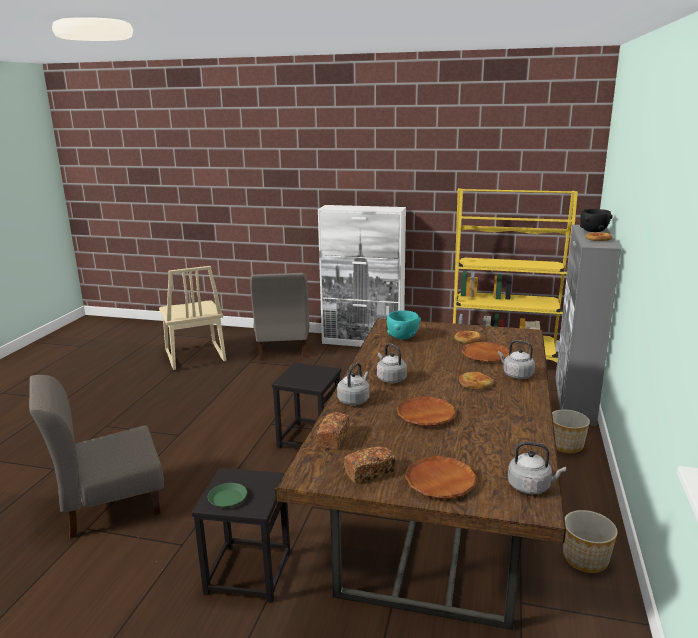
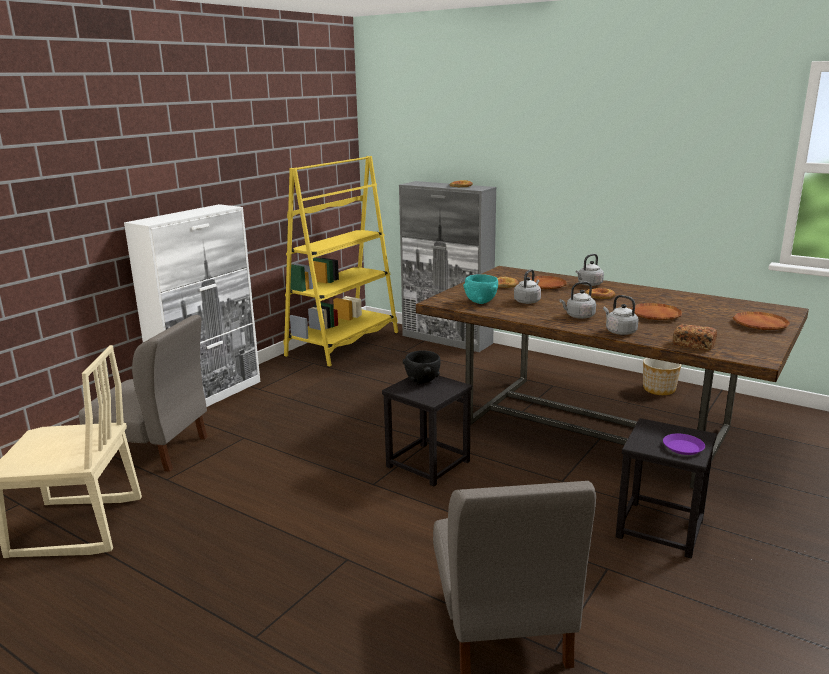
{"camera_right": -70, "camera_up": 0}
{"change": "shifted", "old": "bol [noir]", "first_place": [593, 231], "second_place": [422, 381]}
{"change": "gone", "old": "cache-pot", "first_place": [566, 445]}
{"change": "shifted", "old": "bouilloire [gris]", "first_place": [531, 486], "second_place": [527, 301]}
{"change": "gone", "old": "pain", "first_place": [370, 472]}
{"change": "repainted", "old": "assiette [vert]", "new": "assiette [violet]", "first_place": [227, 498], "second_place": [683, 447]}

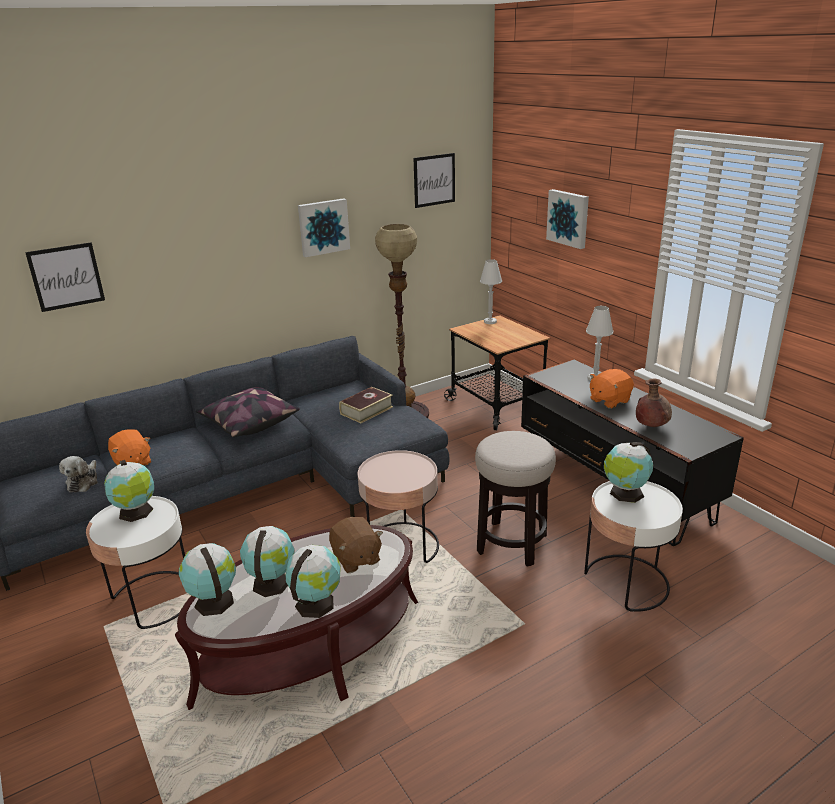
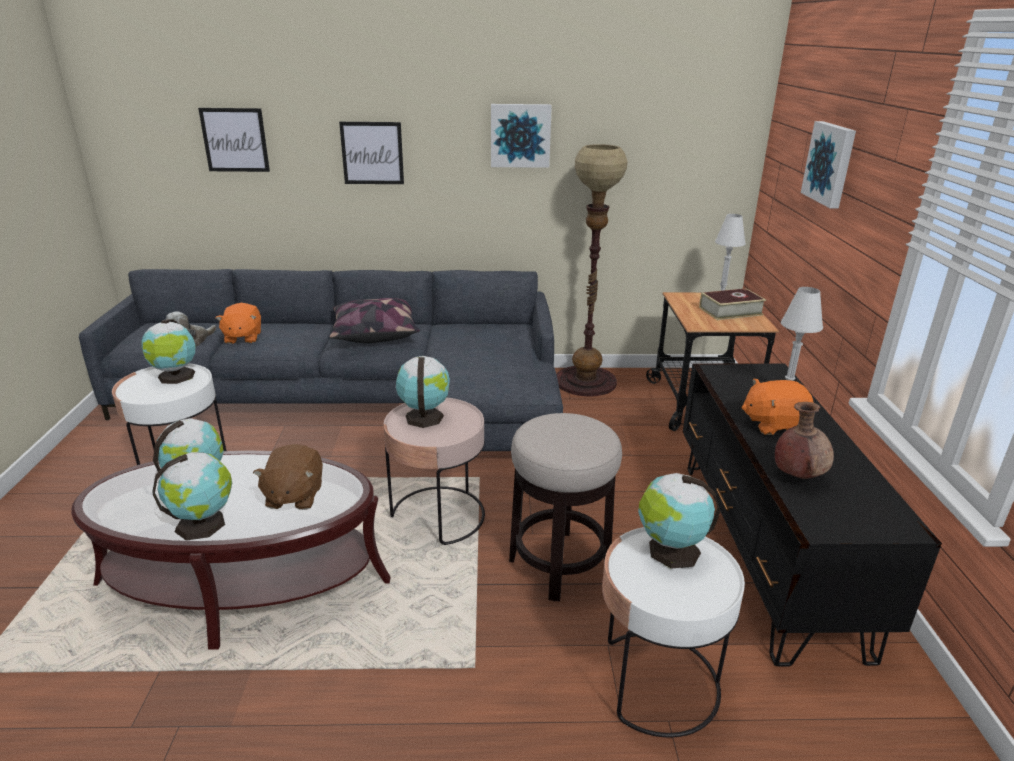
{"camera_right": 30, "camera_up": 0}
{"change": "shifted", "old": "tableau", "first_place": [434, 180], "second_place": [372, 153]}
{"change": "shifted", "old": "livre", "first_place": [366, 410], "second_place": [730, 311]}
{"change": "shifted", "old": "globe", "first_place": [213, 601], "second_place": [424, 416]}

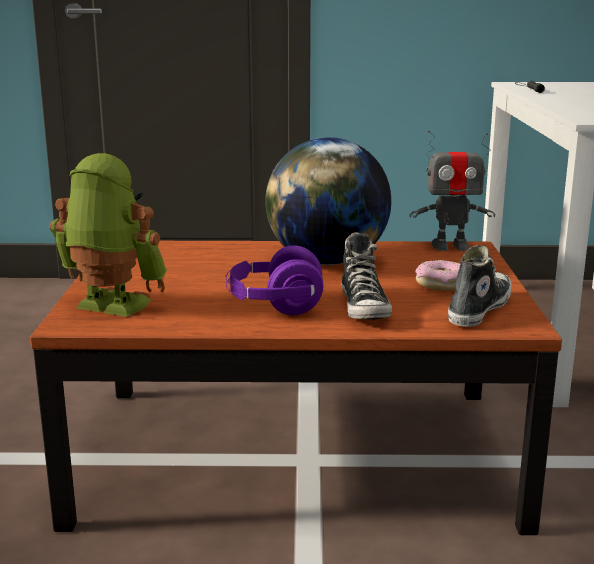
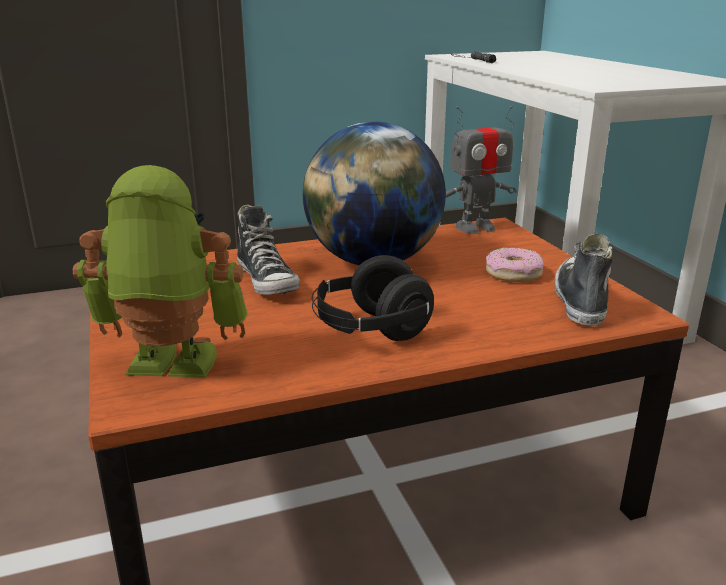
{"camera_right": -20, "camera_up": 5}
{"change": "shifted", "old": "chaussure", "first_place": [364, 308], "second_place": [267, 281]}
{"change": "repainted", "old": "casque audio [violet]", "new": "casque audio [noir]", "first_place": [274, 306], "second_place": [370, 330]}

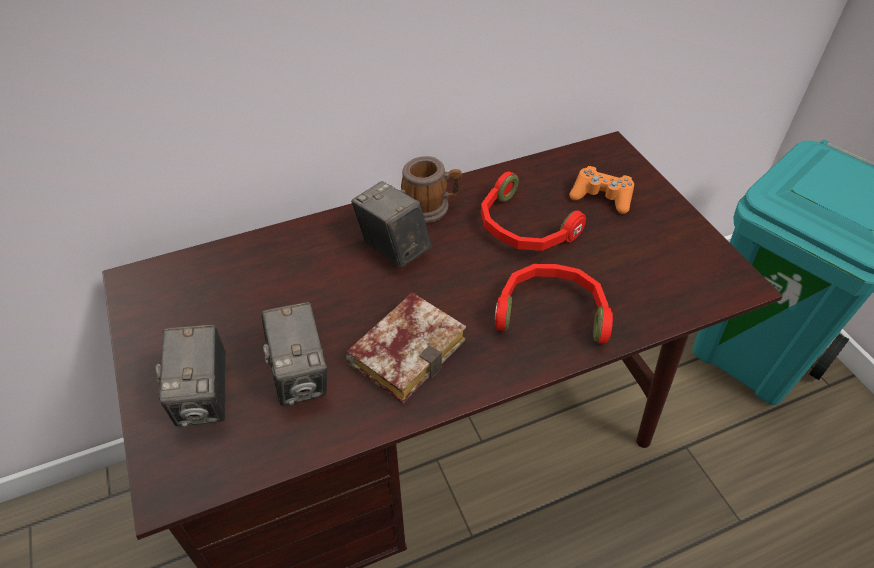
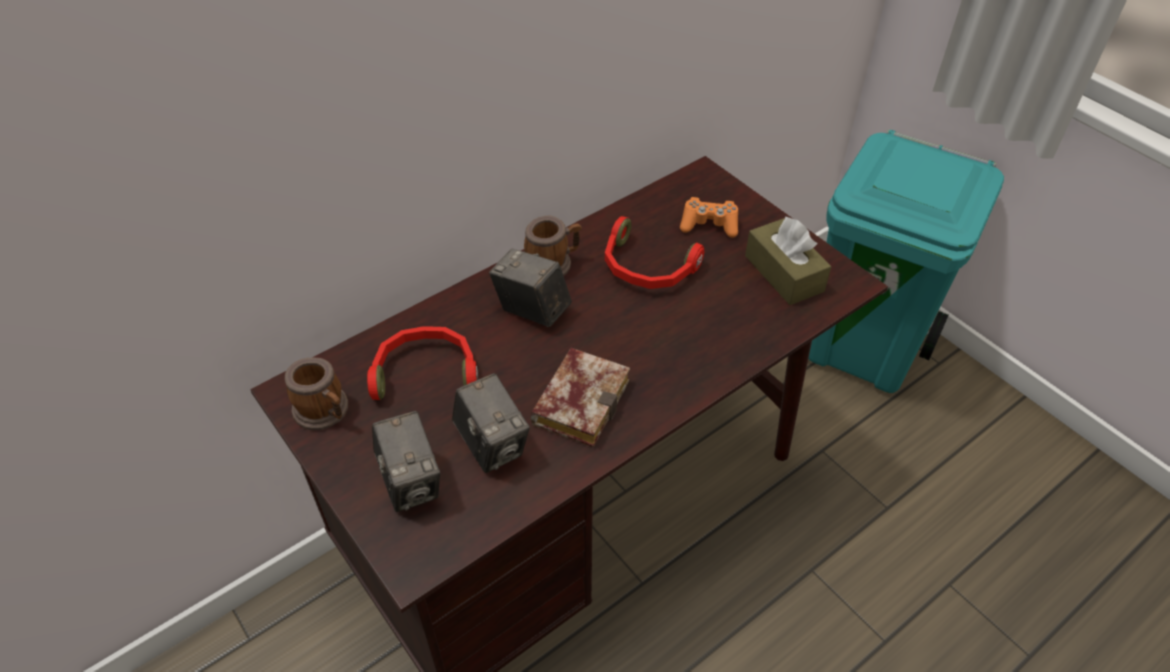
{"camera_right": -15, "camera_up": 0}
{"change": "shifted", "old": "casque audio [rouge]", "first_place": [551, 311], "second_place": [425, 371]}
{"change": "new", "new": "boîte à mouchoirs [marron]", "second_place": [784, 273]}
{"change": "new", "new": "mug", "second_place": [325, 412]}

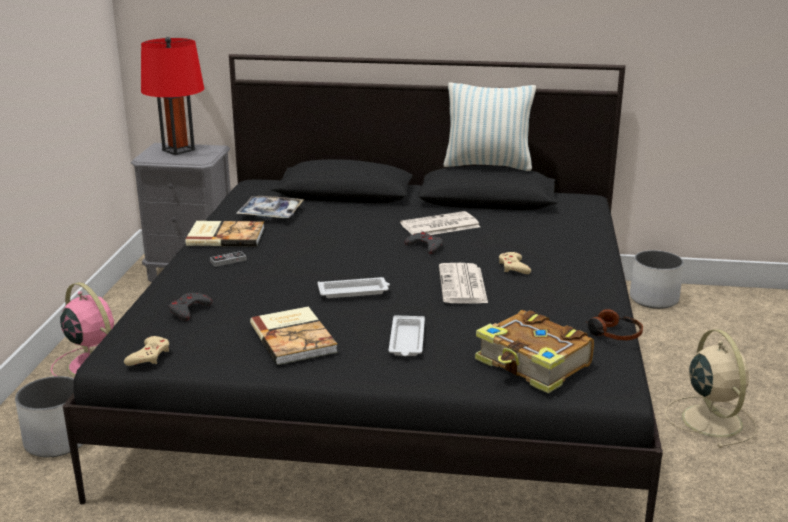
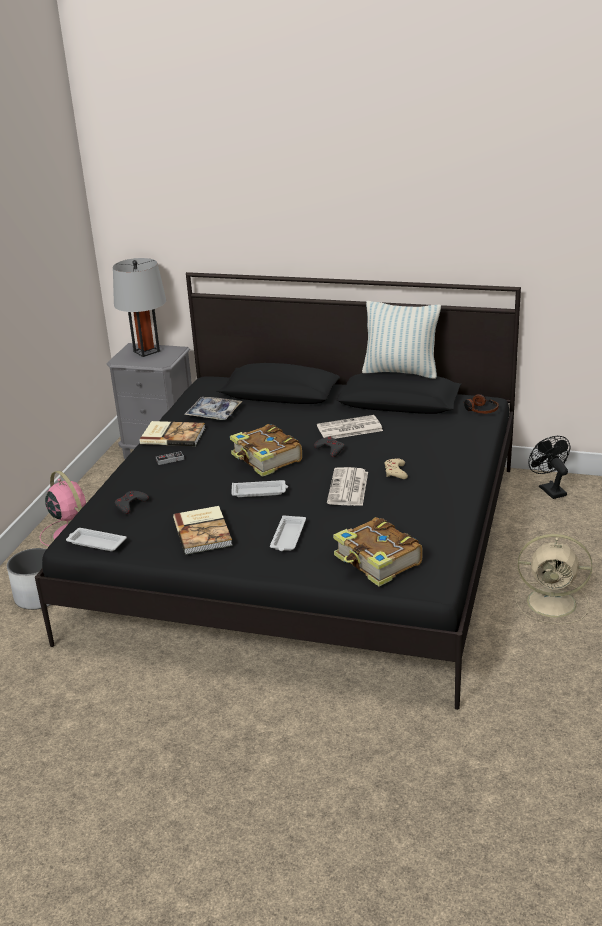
{"camera_right": 10, "camera_up": 5}
{"change": "repainted", "old": "lampe de table [rouge]", "new": "lampe de table [gris]", "first_place": [178, 150], "second_place": [146, 351]}
{"change": "swapped", "old": "cache-pot [blanc]", "new": "ventilateur [noir]", "first_place": [653, 299], "second_place": [549, 489]}
{"change": "shifted", "old": "casque audio", "first_place": [613, 333], "second_place": [480, 410]}
{"change": "rotated", "old": "ventilateur [beige]", "first_place": [710, 419], "second_place": [554, 603], "degrees": 105}
{"change": "swapped", "old": "manette [beige]", "new": "plateau [blanc]", "first_place": [149, 356], "second_place": [95, 543]}
{"change": "new", "new": "livre", "second_place": [266, 459]}

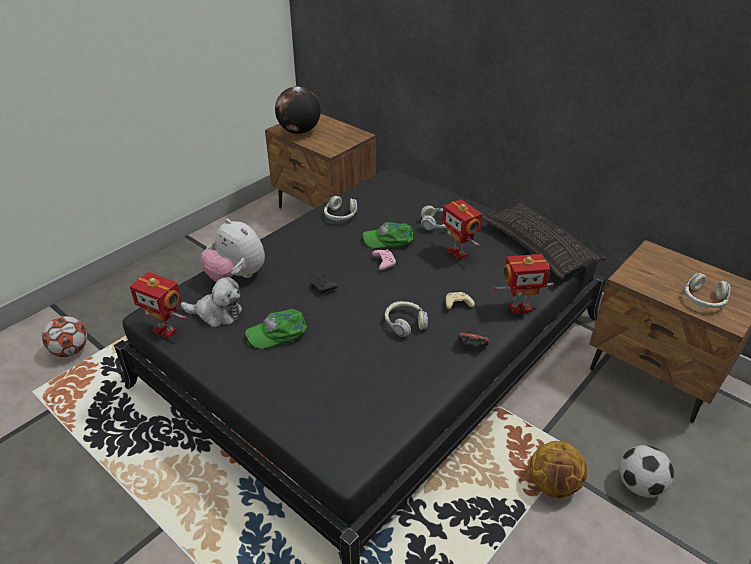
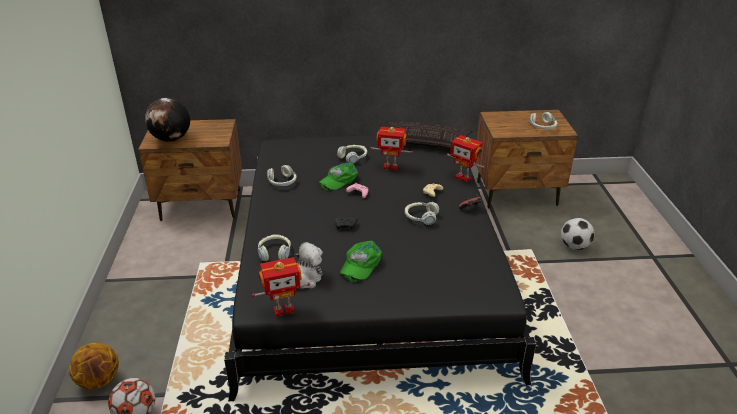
{"camera_right": -45, "camera_up": -5}
{"change": "swapped", "old": "peluche", "new": "casque audio", "first_place": [236, 276], "second_place": [274, 252]}
{"change": "rotated", "old": "robot jouet", "first_place": [520, 307], "second_place": [463, 177], "degrees": 90}
{"change": "shifted", "old": "ballon de basket", "first_place": [554, 485], "second_place": [99, 380]}

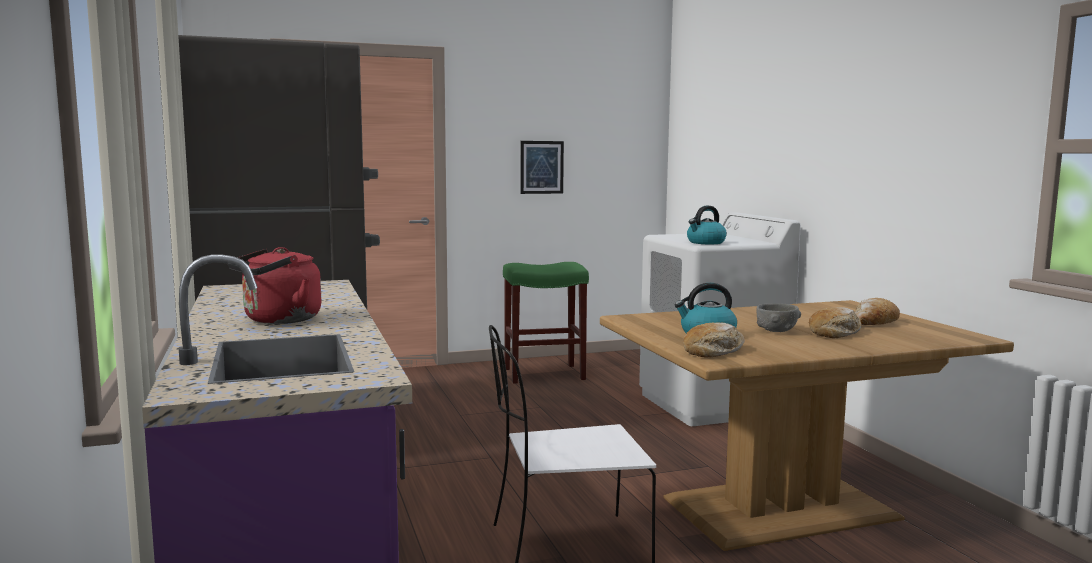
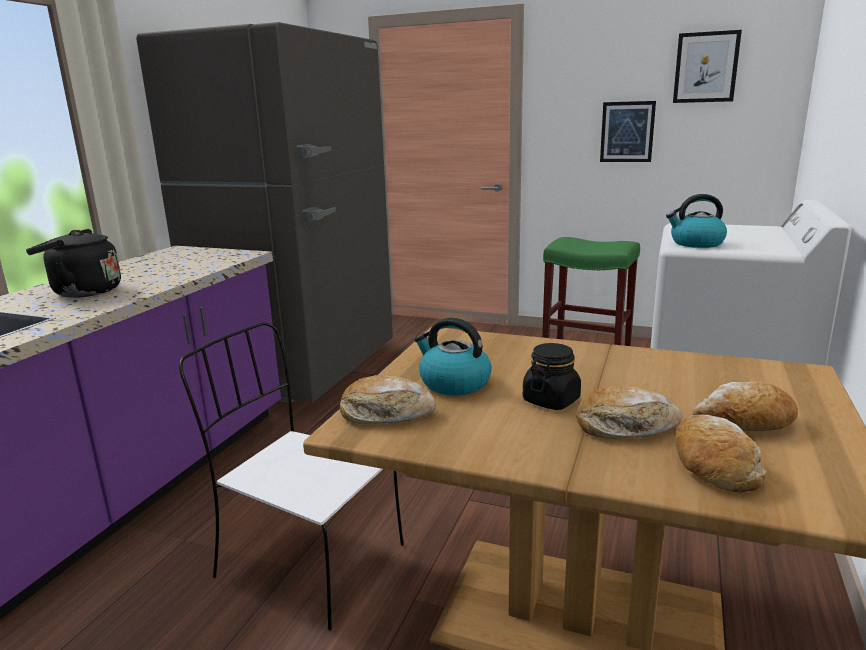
{"camera_right": 40, "camera_up": 10}
{"change": "repainted", "old": "bouilloire [rouge]", "new": "bouilloire [noir]", "first_place": [278, 320], "second_place": [82, 292]}
{"change": "swapped", "old": "bol [gris]", "new": "bocal [noir]", "first_place": [776, 331], "second_place": [551, 400]}
{"change": "new", "new": "tableau", "second_place": [706, 67]}
{"change": "new", "new": "pain", "second_place": [713, 465]}

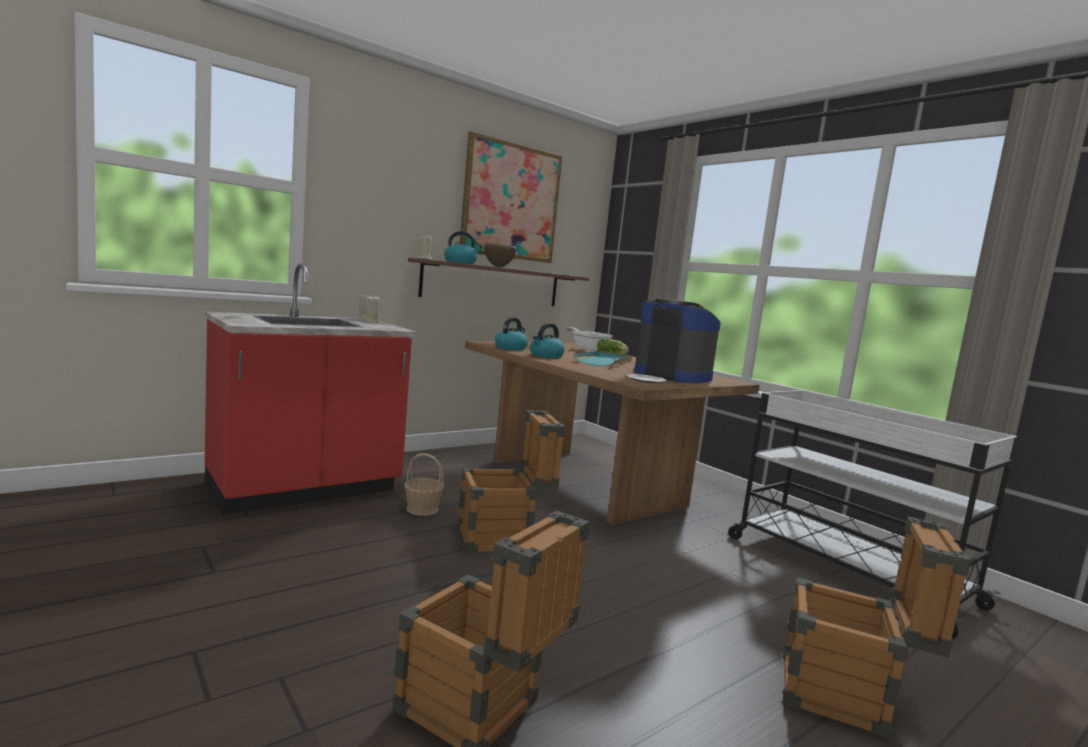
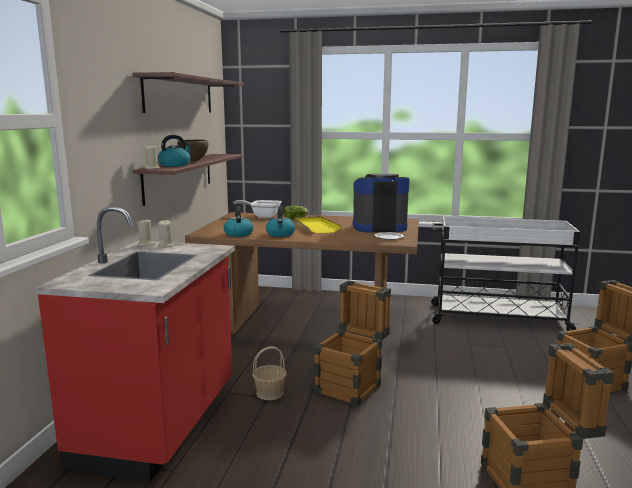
{"camera_right": -40, "camera_up": 5}
{"change": "swapped", "old": "tableau", "new": "étagère", "first_place": [511, 201], "second_place": [180, 95]}
{"change": "repainted", "old": "plateau [turquoise]", "new": "plateau [jaune]", "first_place": [604, 361], "second_place": [316, 227]}

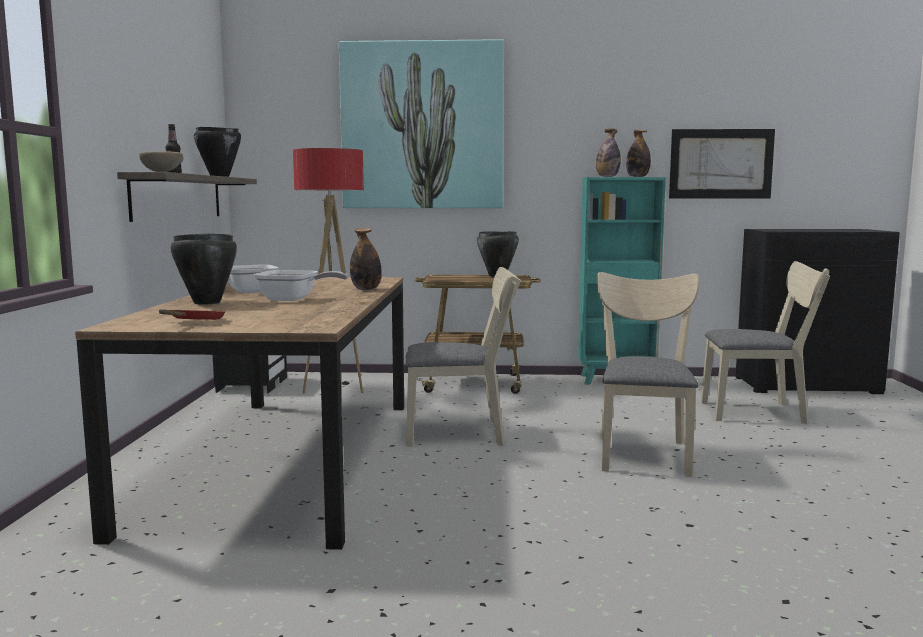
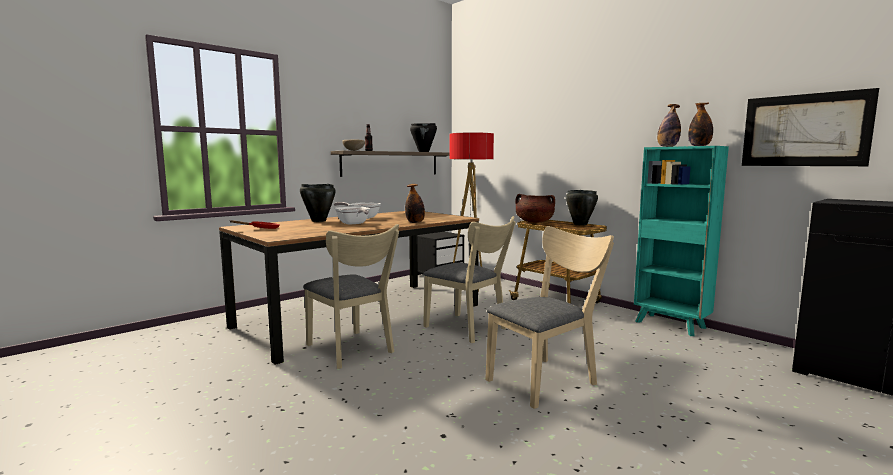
{"camera_right": 45, "camera_up": 0}
{"change": "gone", "old": "tableau", "first_place": [422, 126]}
{"change": "shifted", "old": "chaise [beige]", "first_place": [760, 412], "second_place": [352, 350]}
{"change": "new", "new": "marmite [marron]", "second_place": [534, 222]}

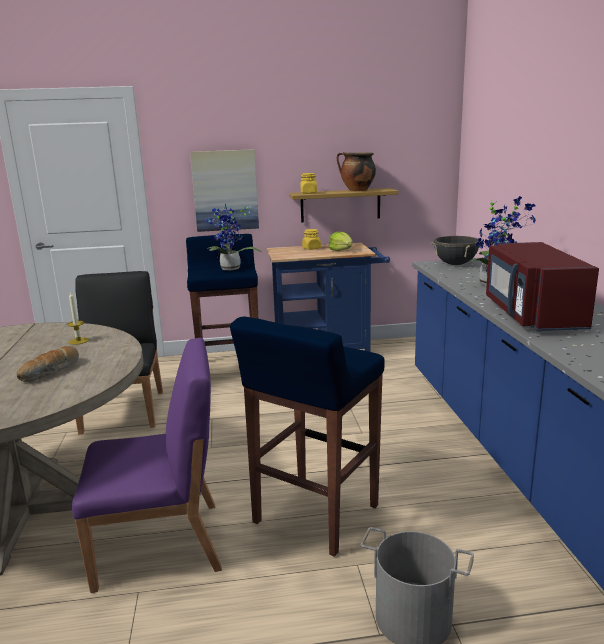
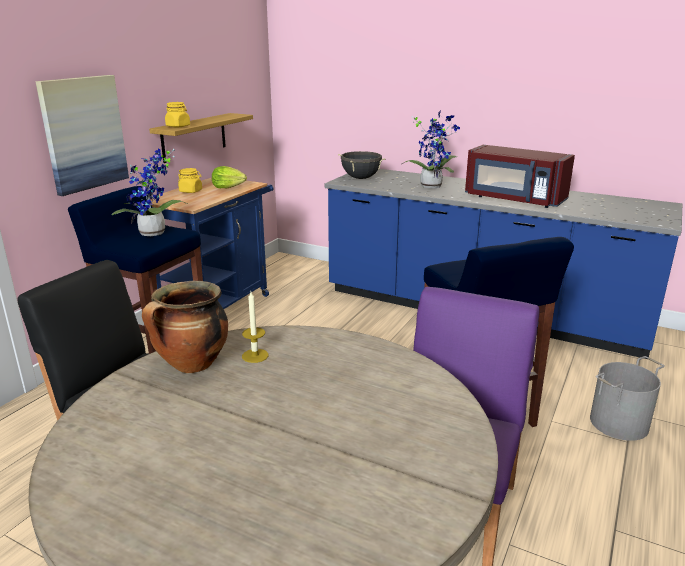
{"camera_right": -55, "camera_up": 5}
{"change": "shifted", "old": "marmite", "first_place": [357, 190], "second_place": [192, 365]}
{"change": "gone", "old": "pain", "first_place": [51, 372]}

